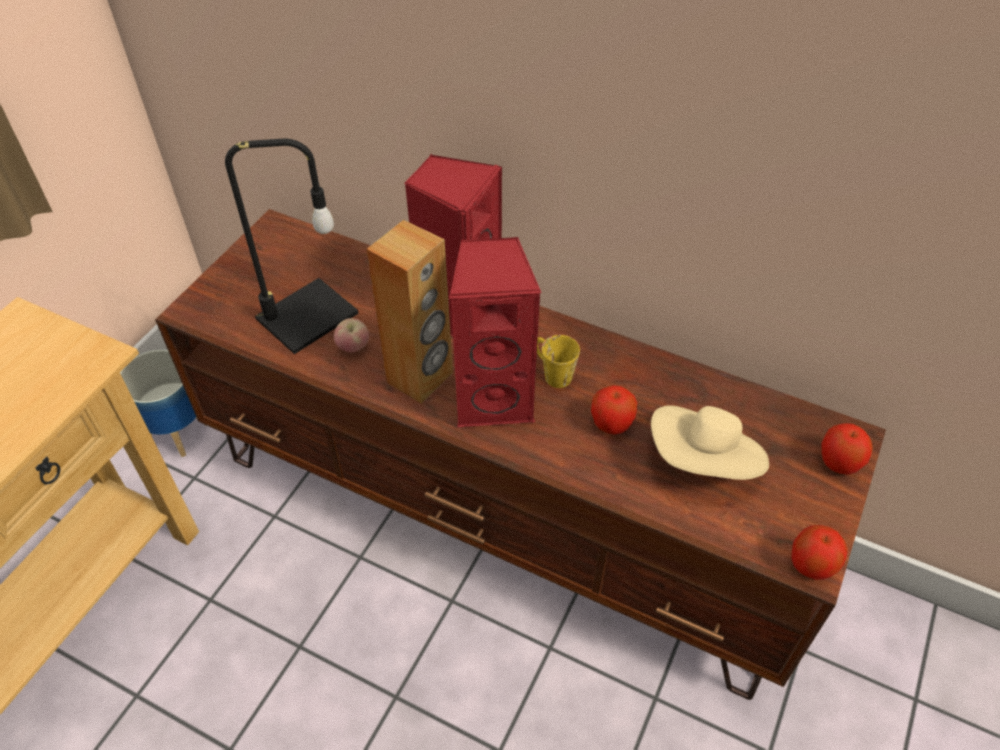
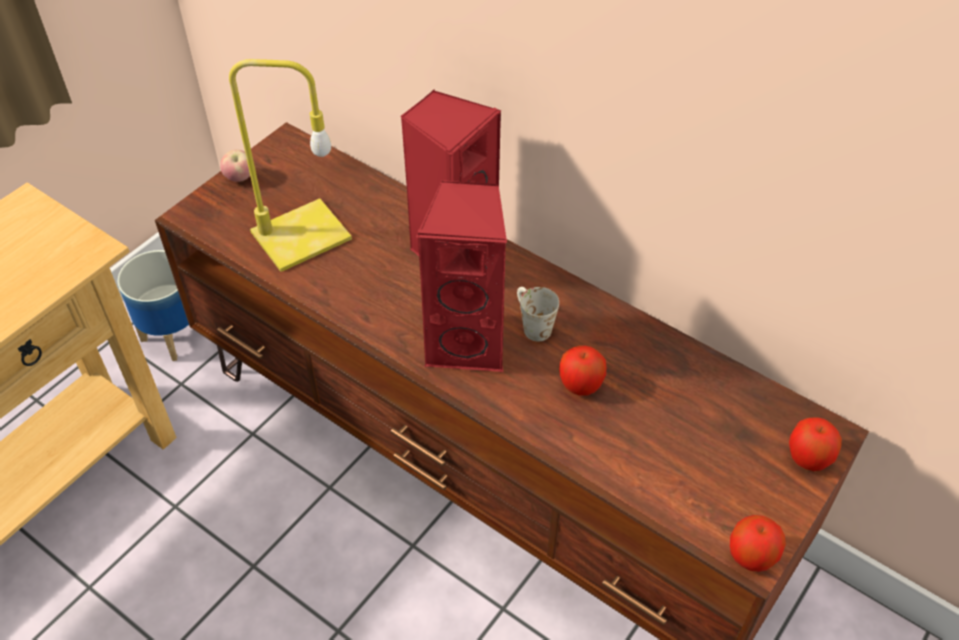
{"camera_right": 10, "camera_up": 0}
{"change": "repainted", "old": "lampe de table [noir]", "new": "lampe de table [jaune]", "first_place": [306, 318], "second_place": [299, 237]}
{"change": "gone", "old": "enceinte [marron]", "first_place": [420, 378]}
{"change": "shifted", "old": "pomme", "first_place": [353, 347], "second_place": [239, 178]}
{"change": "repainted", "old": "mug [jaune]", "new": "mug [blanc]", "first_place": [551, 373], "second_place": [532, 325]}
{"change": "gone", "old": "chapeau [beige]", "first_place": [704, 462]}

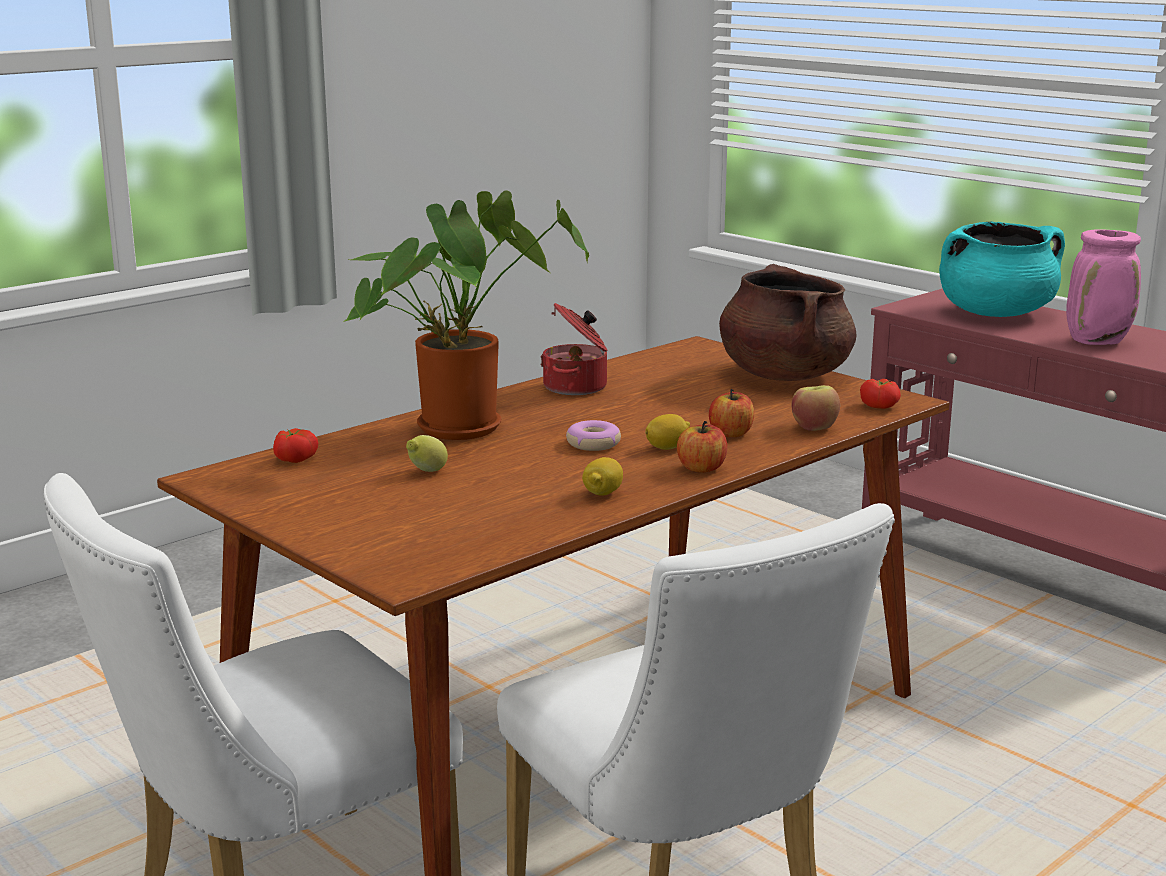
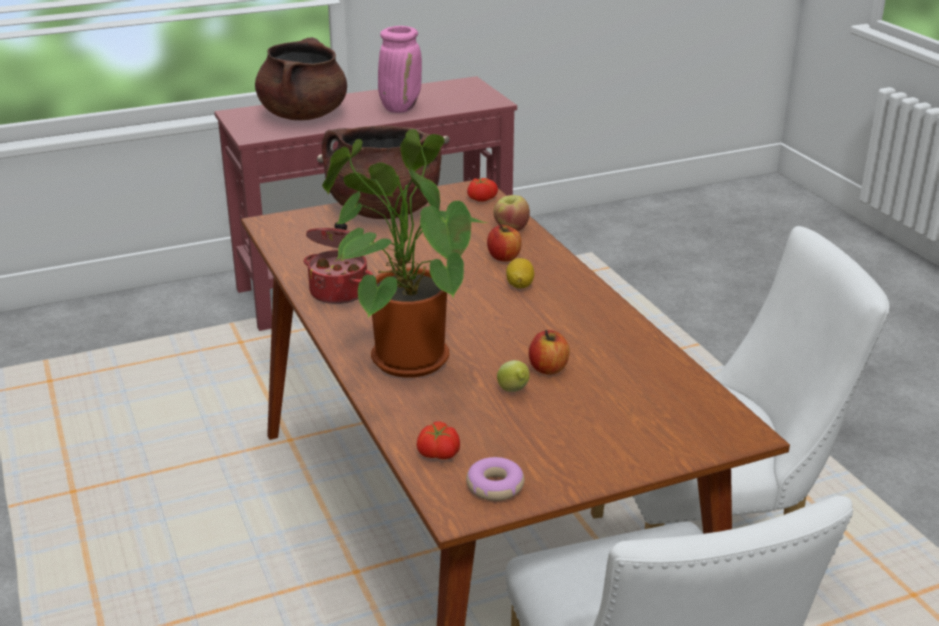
{"camera_right": -70, "camera_up": 10}
{"change": "repainted", "old": "marmite [turquoise]", "new": "marmite [marron]", "first_place": [996, 313], "second_place": [303, 115]}
{"change": "shifted", "old": "beignet", "first_place": [593, 444], "second_place": [495, 486]}
{"change": "shifted", "old": "pomme", "first_place": [701, 468], "second_place": [548, 368]}
{"change": "gone", "old": "citron", "first_place": [602, 493]}

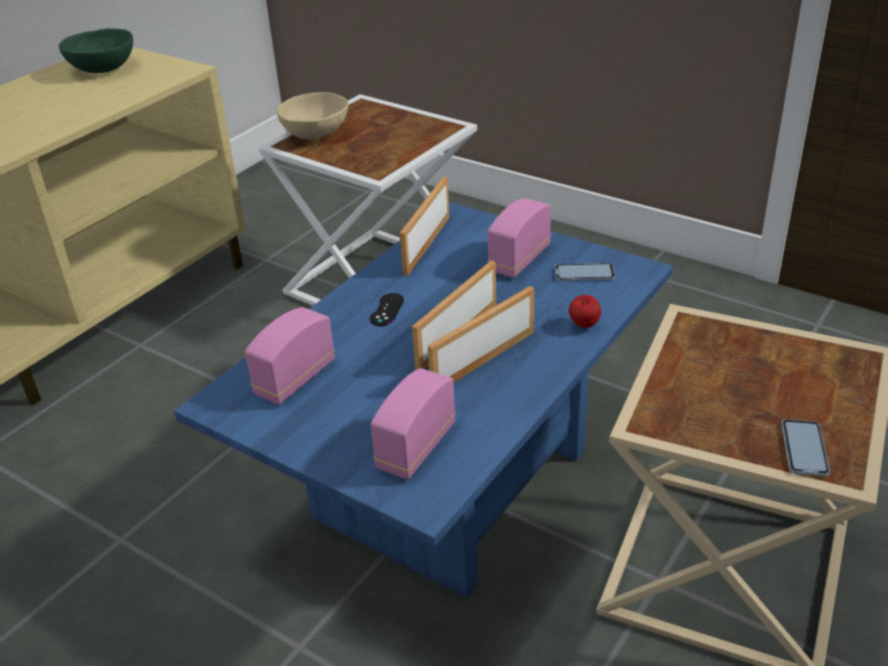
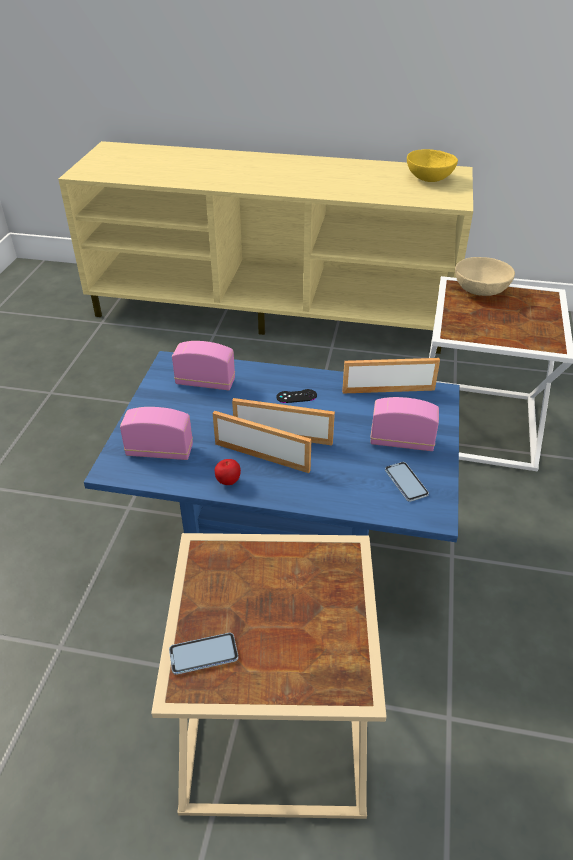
{"camera_right": 65, "camera_up": 5}
{"change": "repainted", "old": "bol [vert]", "new": "bol [jaune]", "first_place": [102, 69], "second_place": [428, 179]}
{"change": "shifted", "old": "pomme", "first_place": [583, 326], "second_place": [228, 482]}

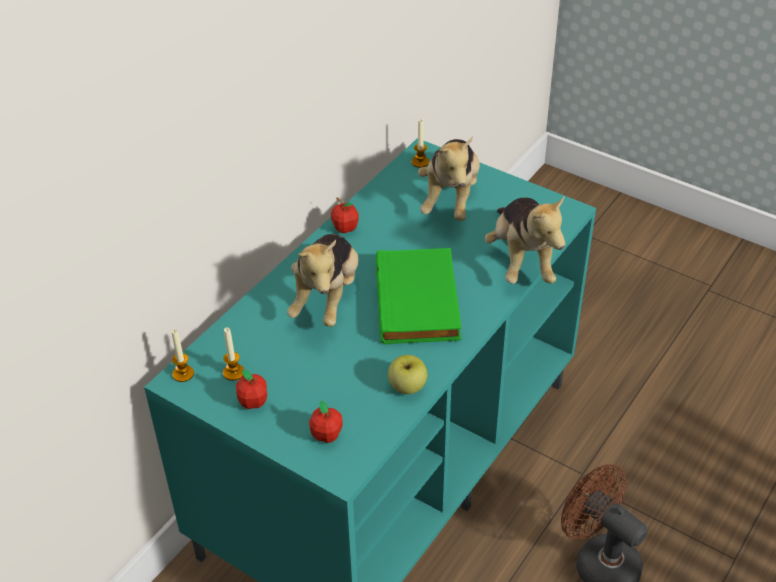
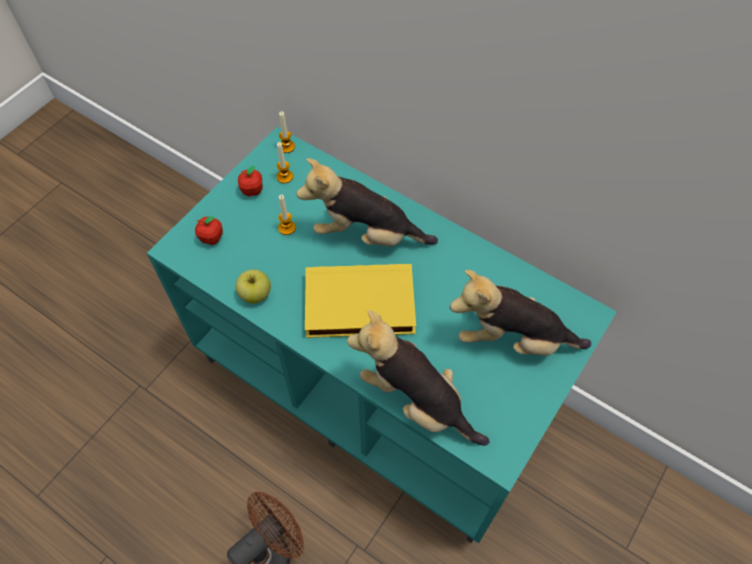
{"camera_right": 90, "camera_up": 15}
{"change": "shifted", "old": "bougie", "first_place": [420, 162], "second_place": [287, 228]}
{"change": "rotated", "old": "peluche", "first_place": [521, 260], "second_place": [416, 400], "degrees": 45}
{"change": "gone", "old": "pomme", "first_place": [345, 228]}
{"change": "repainted", "old": "livre [vert]", "new": "livre [jaune]", "first_place": [420, 301], "second_place": [359, 306]}

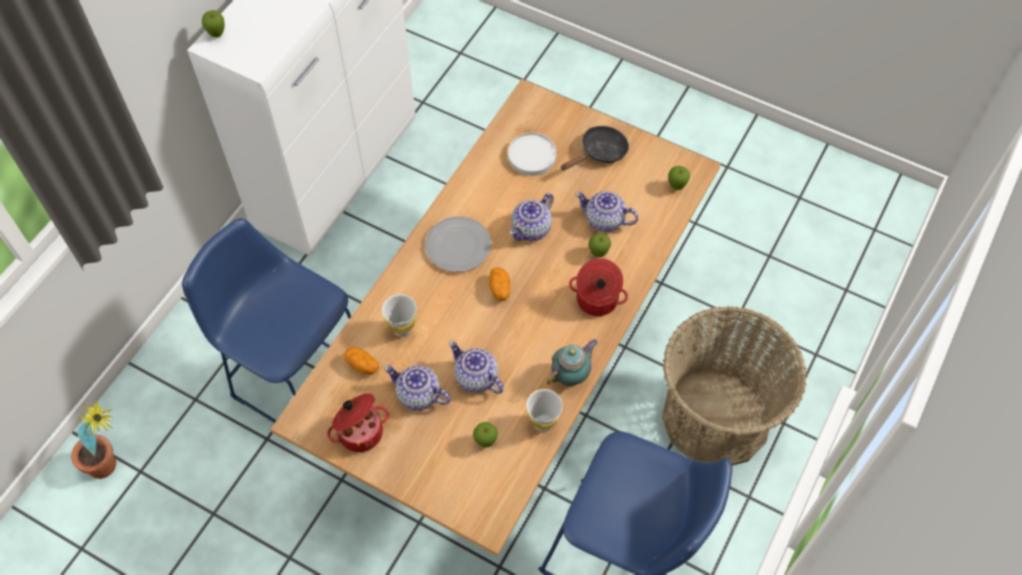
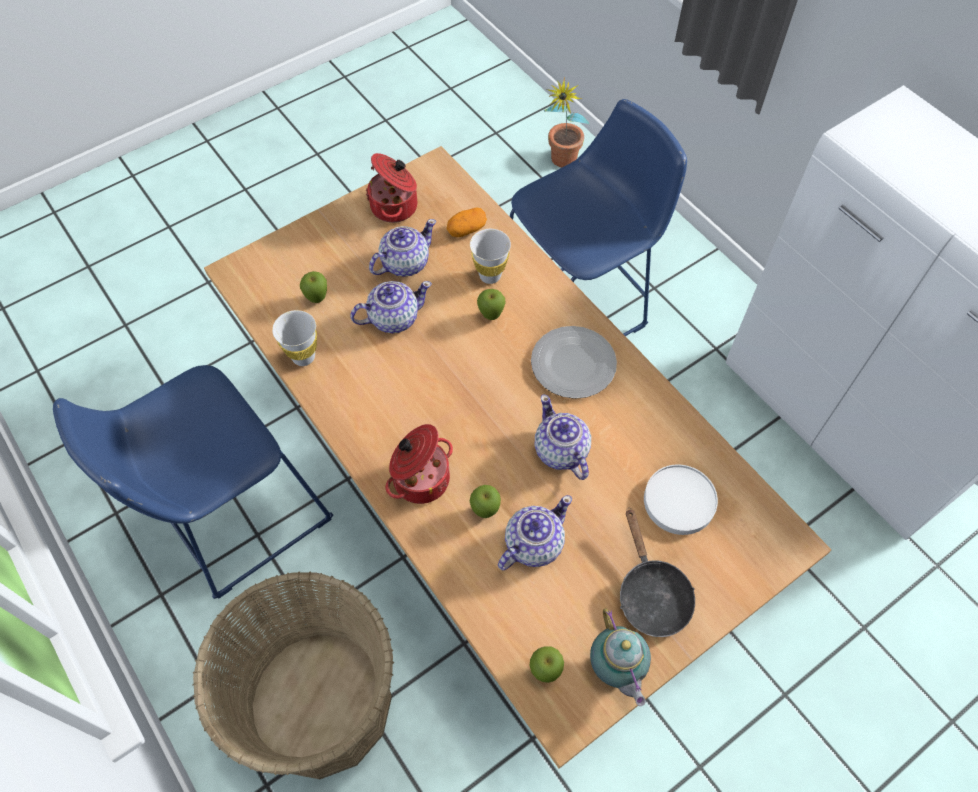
{"camera_right": 115, "camera_up": 0}
{"change": "shifted", "old": "pomme", "first_place": [217, 35], "second_place": [491, 316]}
{"change": "gone", "old": "pomme de terre", "first_place": [499, 289]}
{"change": "shifted", "old": "théière", "first_place": [571, 375], "second_place": [616, 669]}

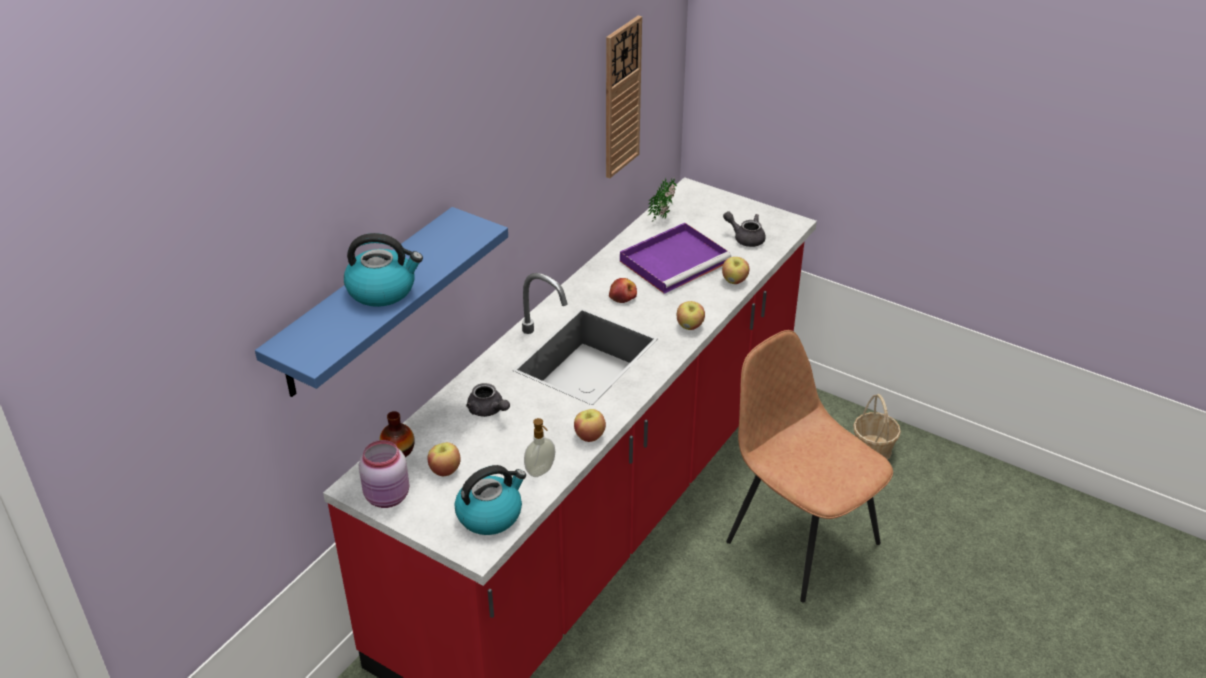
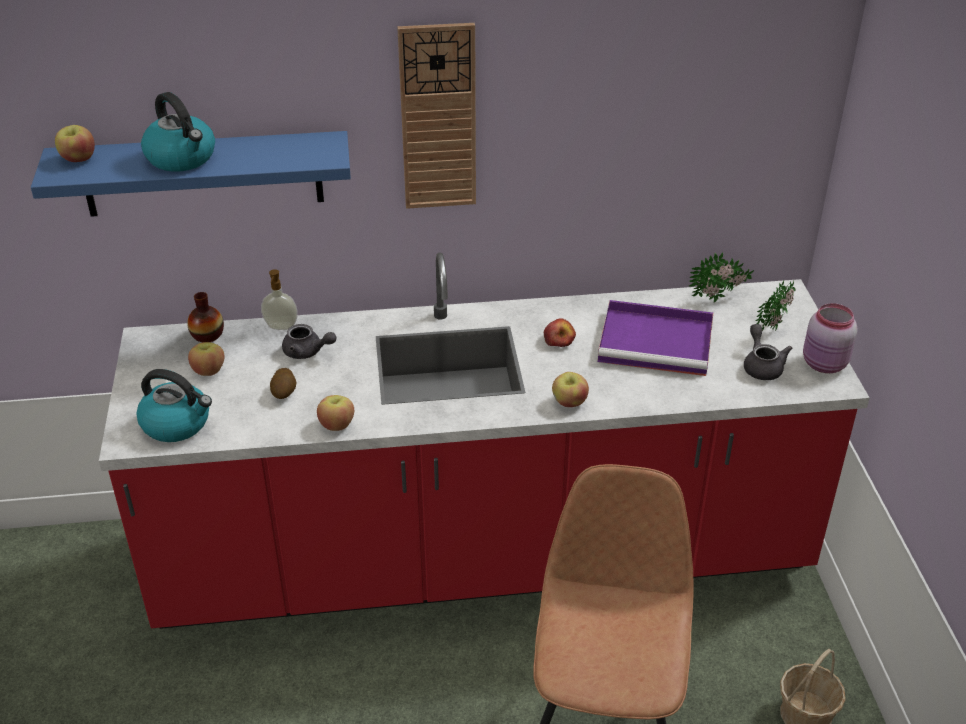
{"camera_right": 50, "camera_up": 0}
{"change": "shifted", "old": "horloge murale", "first_place": [621, 98], "second_place": [438, 118]}
{"change": "shifted", "old": "pomme", "first_place": [734, 281], "second_place": [78, 159]}
{"change": "rotated", "old": "théière [gris]", "first_place": [488, 410], "second_place": [307, 352], "degrees": -75}
{"change": "shifted", "old": "distributeur de savon", "first_place": [541, 471], "second_place": [281, 327]}
{"change": "shifted", "old": "bocal [rose]", "first_place": [388, 497], "second_place": [824, 364]}
{"change": "new", "new": "plante en pot", "second_place": [774, 325]}
{"change": "new", "new": "pomme de terre", "second_place": [284, 393]}

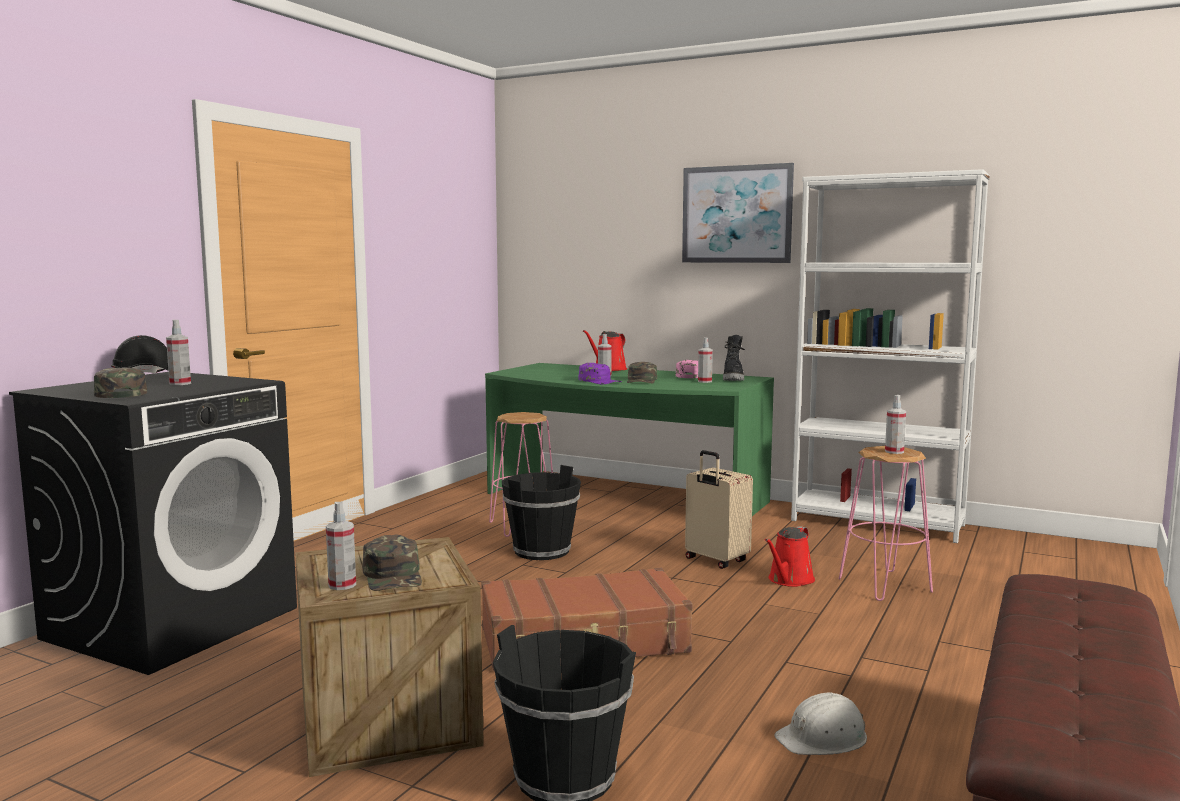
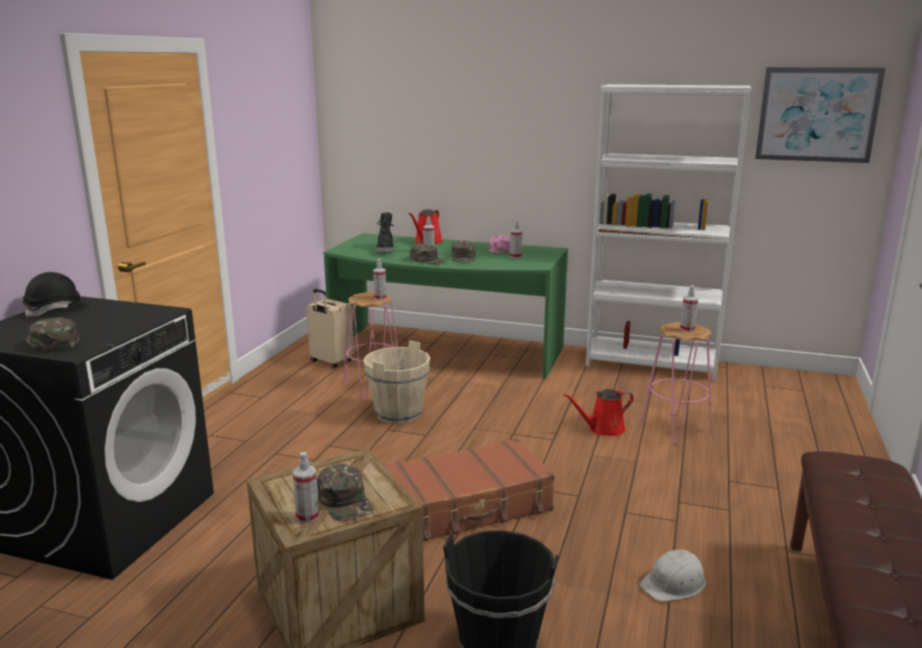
{"camera_right": -10, "camera_up": 10}
{"change": "shifted", "old": "tableau", "first_place": [736, 214], "second_place": [817, 114]}
{"change": "shifted", "old": "vaporisateur", "first_place": [180, 384], "second_place": [380, 298]}
{"change": "shifted", "old": "botte [noir]", "first_place": [733, 379], "second_place": [386, 250]}
{"change": "repainted", "old": "casquette [violet]", "new": "casquette [vert]", "first_place": [599, 381], "second_place": [429, 260]}
{"change": "shifted", "old": "valise [beige]", "first_place": [715, 561], "second_place": [331, 362]}
{"change": "repainted", "old": "seau [noir]", "new": "seau [beige]", "first_place": [541, 551], "second_place": [398, 413]}
{"change": "rotated", "old": "arrosoir [rouge]", "first_place": [789, 580], "second_place": [603, 429], "degrees": 45}

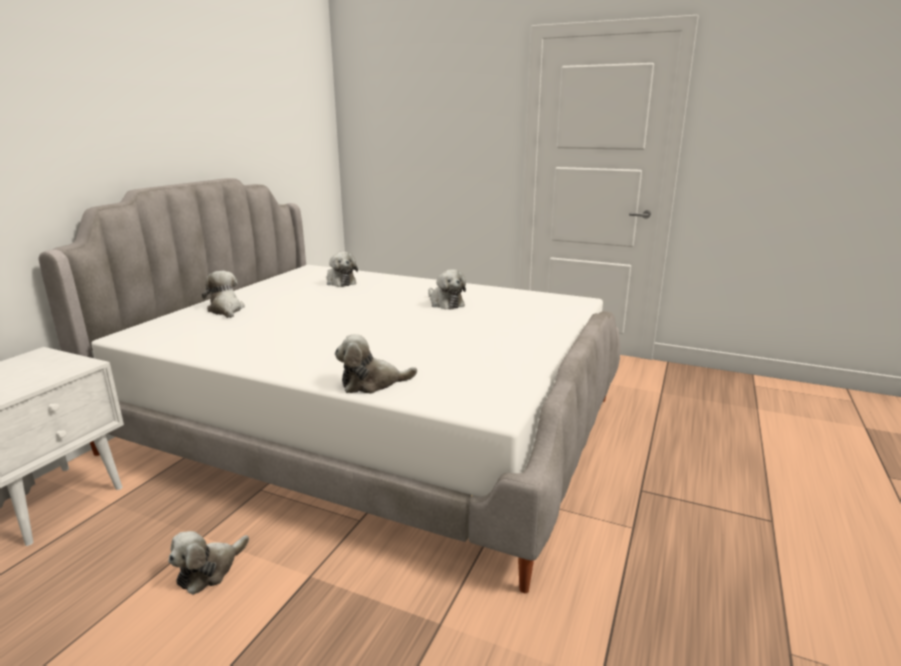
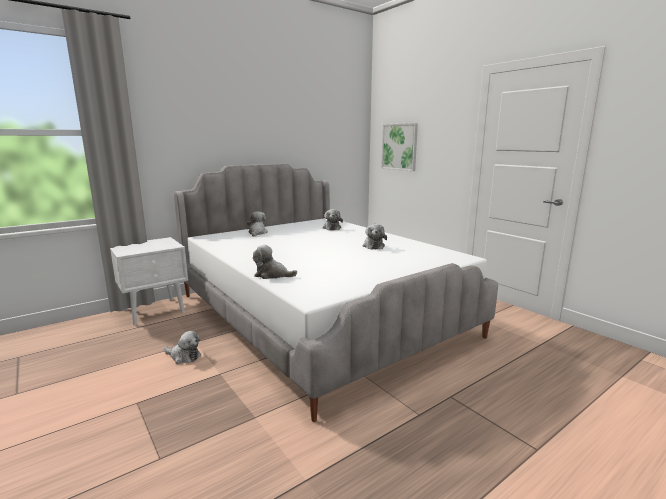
{"camera_right": 30, "camera_up": -5}
{"change": "rotated", "old": "peluche", "first_place": [209, 570], "second_place": [184, 356], "degrees": -135}
{"change": "new", "new": "tableau", "second_place": [399, 147]}

